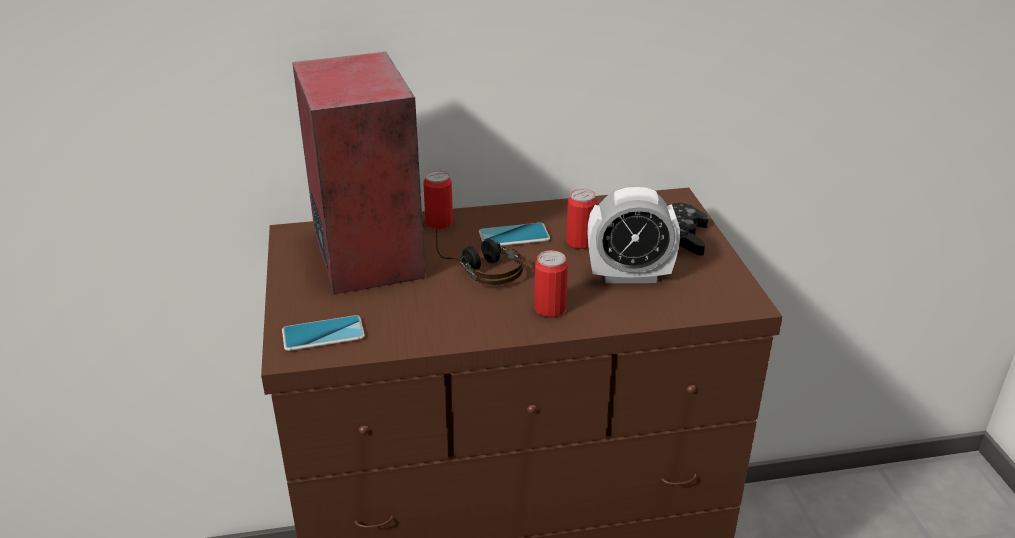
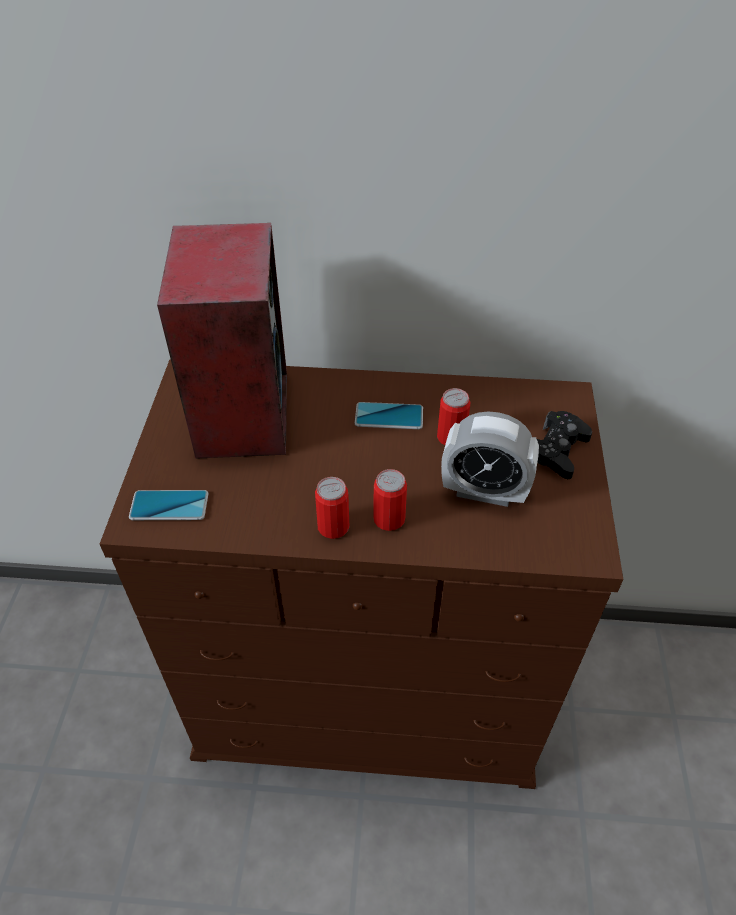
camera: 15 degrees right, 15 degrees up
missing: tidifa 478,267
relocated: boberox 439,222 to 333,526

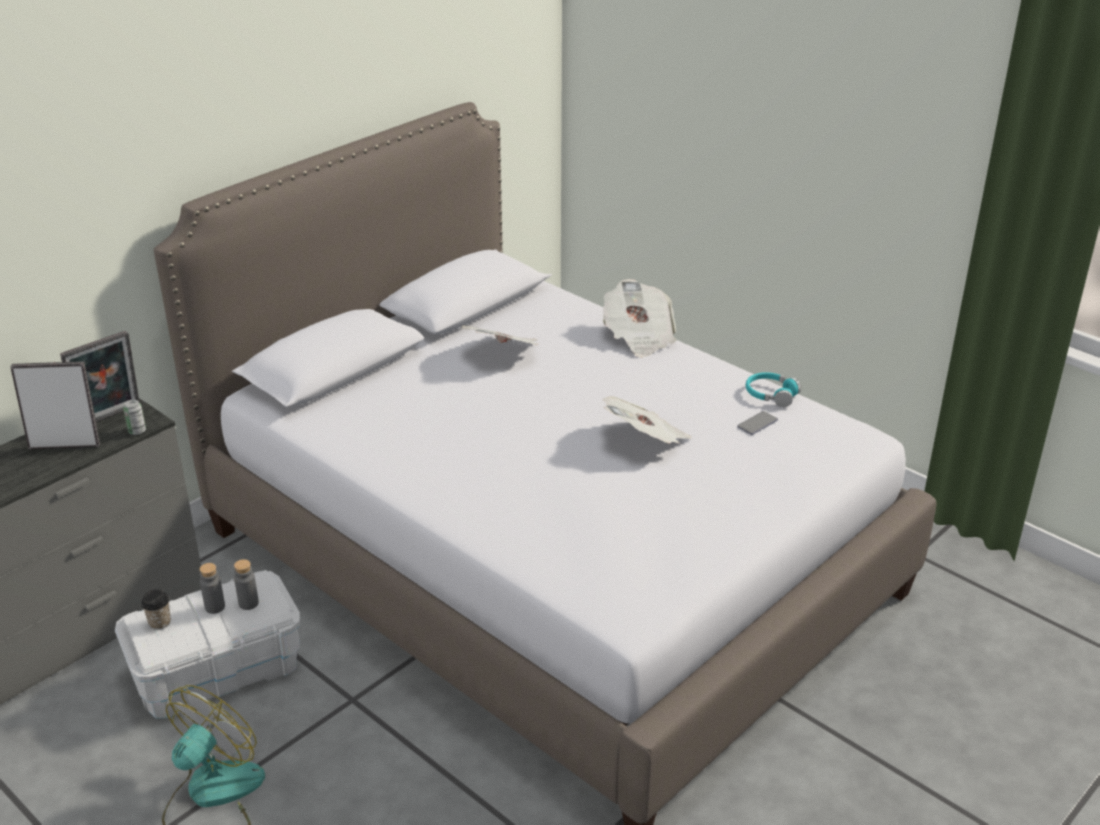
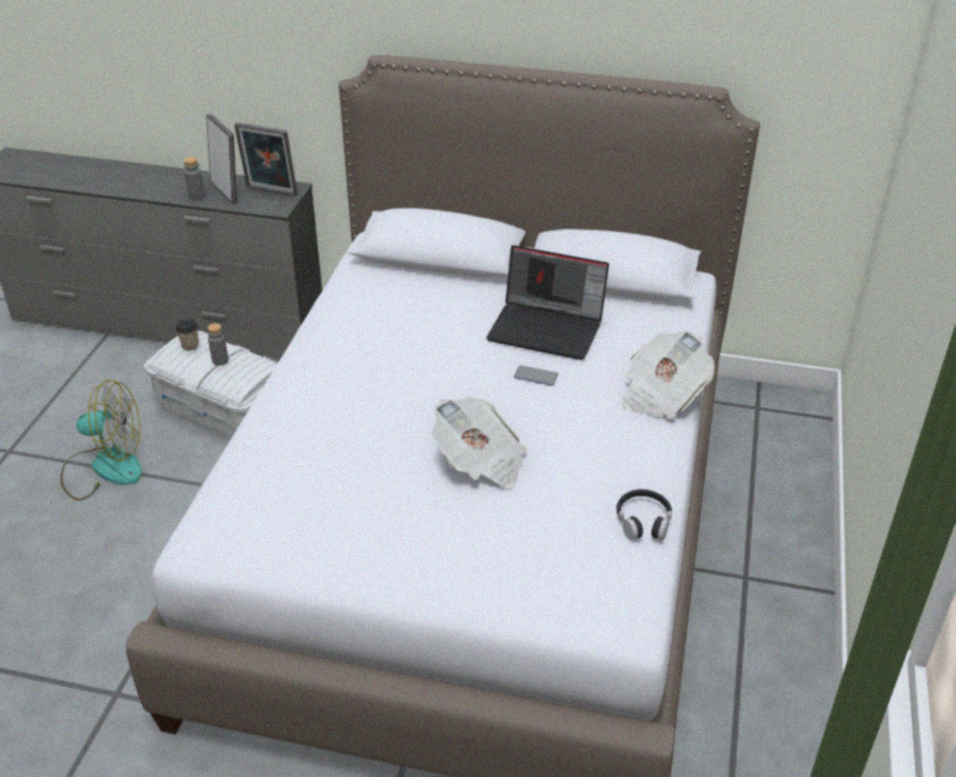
camera: 60 degrees right, 5 degrees up
missing: boberox 137,431
relocated: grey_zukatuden 248,603 to 196,196; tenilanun 757,424 to 536,376
exchanged: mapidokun 504,354 to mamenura 548,328
colour: turquoise_tidifa 771,395 to black_tidifa 643,521

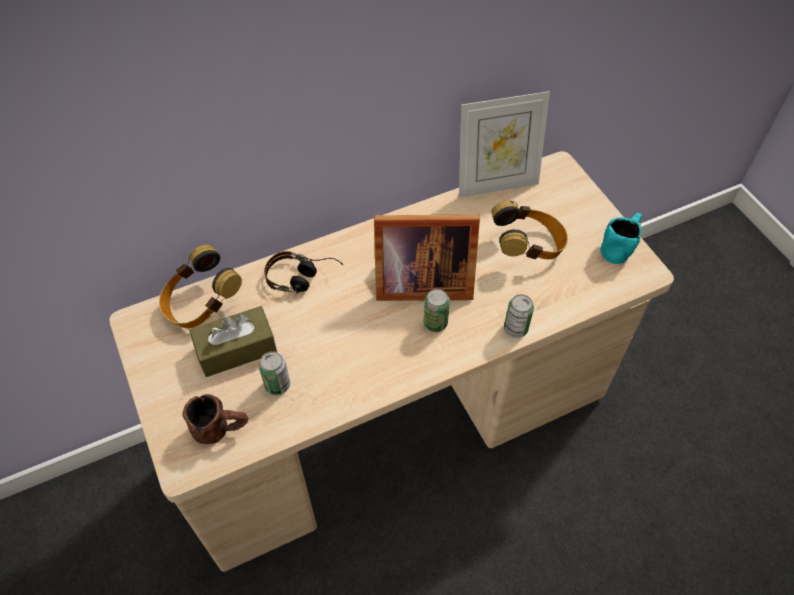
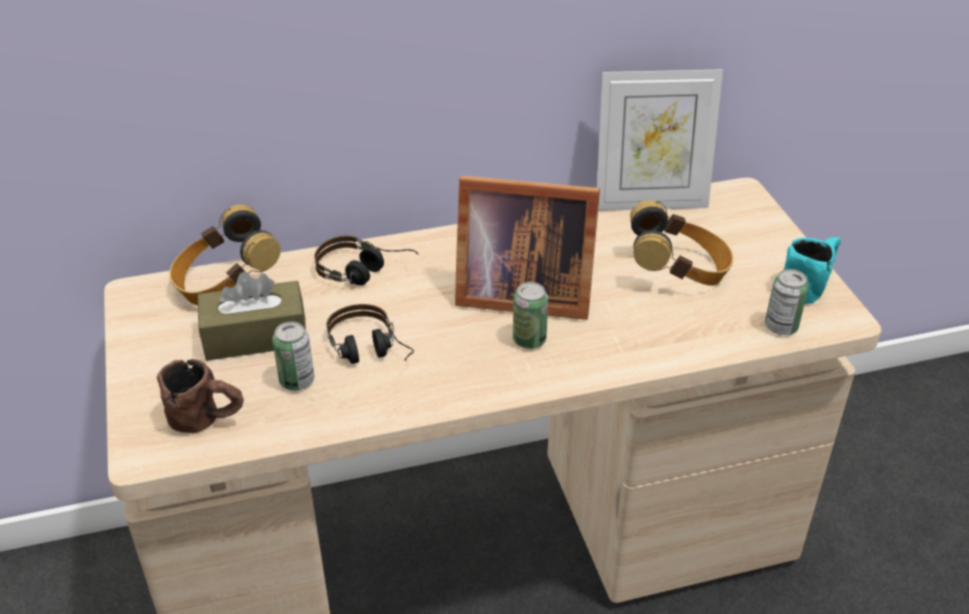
camera: 10 degrees right, 15 degrees down
appeared: tidifa 370,354
relocated: boberox 515,329 to 781,327

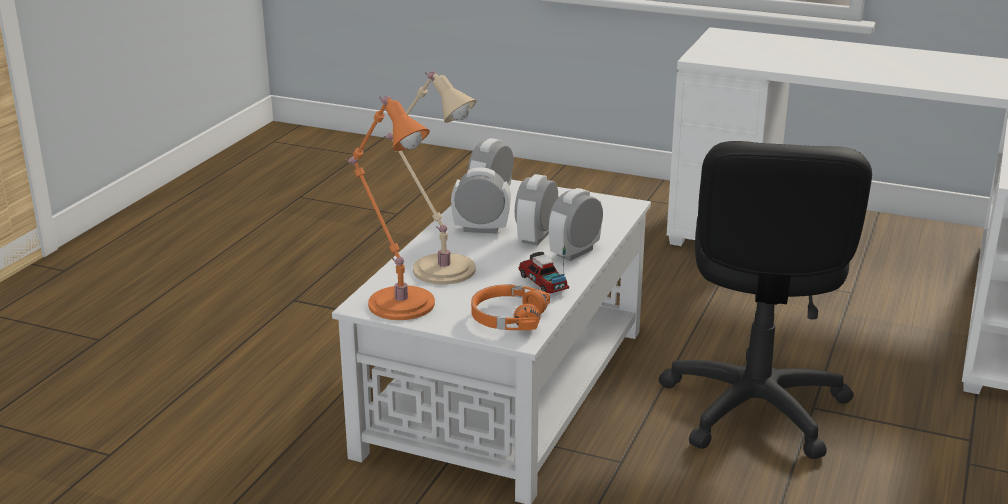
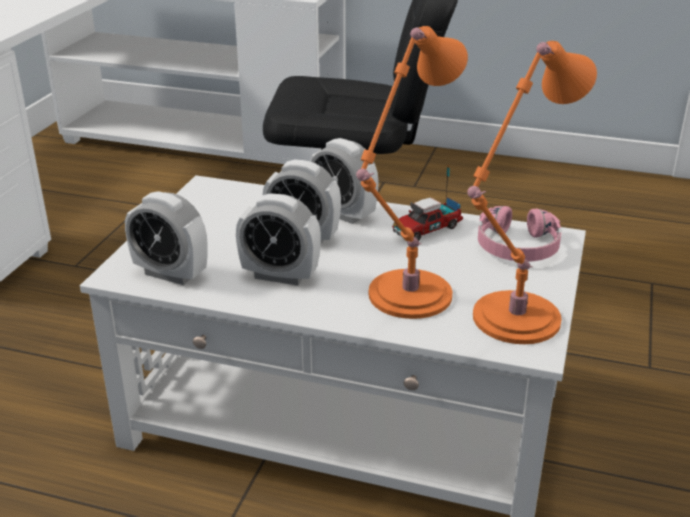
camera: 95 degrees left, 5 degrees up
colour: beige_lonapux 440,268 to orange_lonapux 405,298; orange_tidifa 507,317 to pink_tidifa 517,246
spun: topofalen 481,229 = 280,276 75 degrees counterclockwise

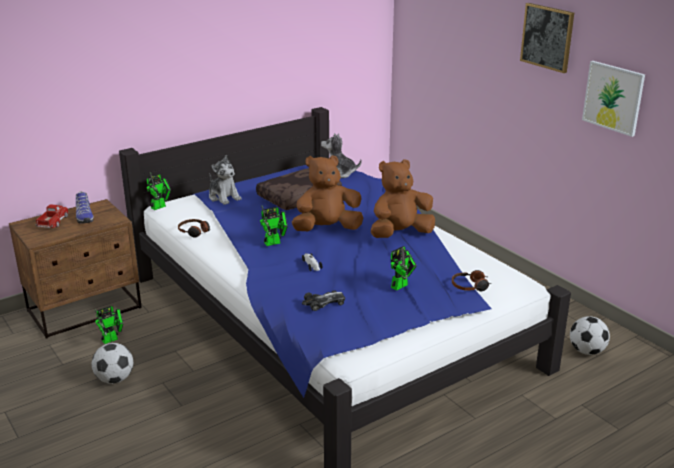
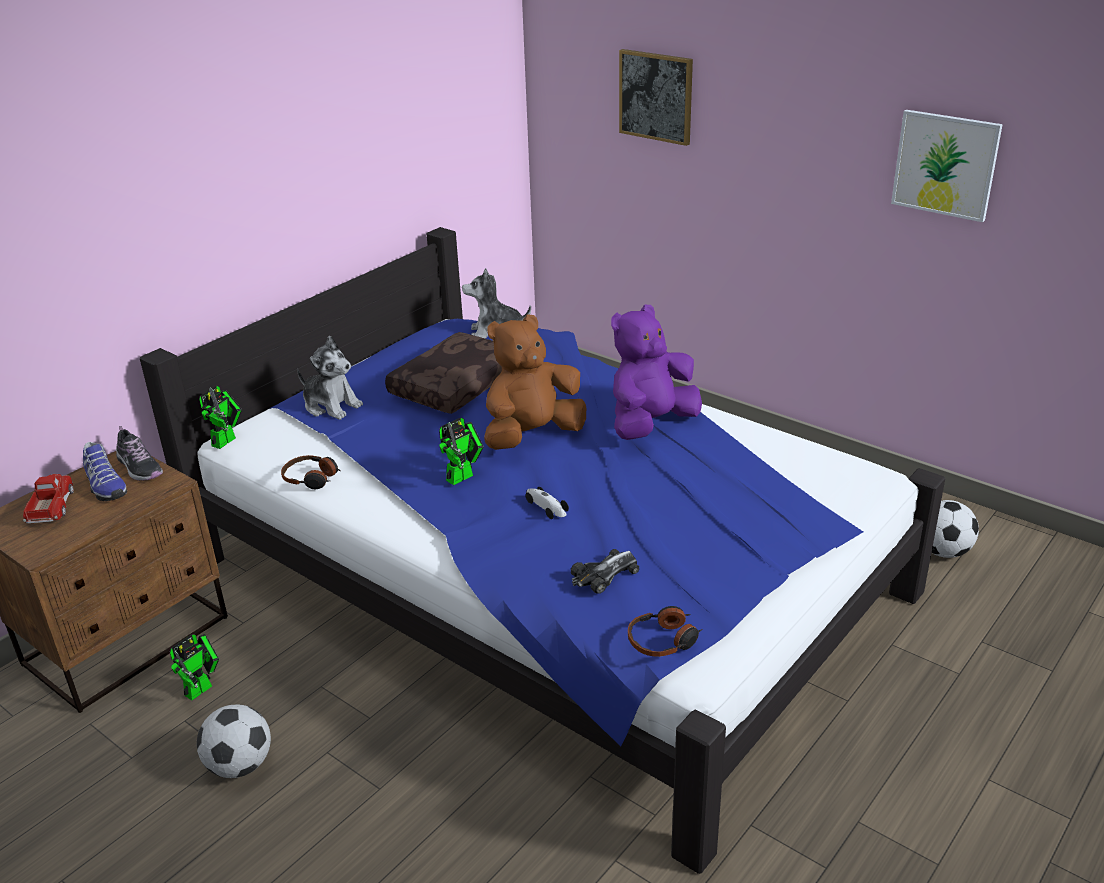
camera: 15 degrees left, 5 degrees up
missing: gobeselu 401,285
appeared: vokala 139,467
relocated: tidifa 470,286 to 663,641; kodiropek 547,37 to 656,96
colour: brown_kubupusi 400,234 to purple_kubupusi 651,424

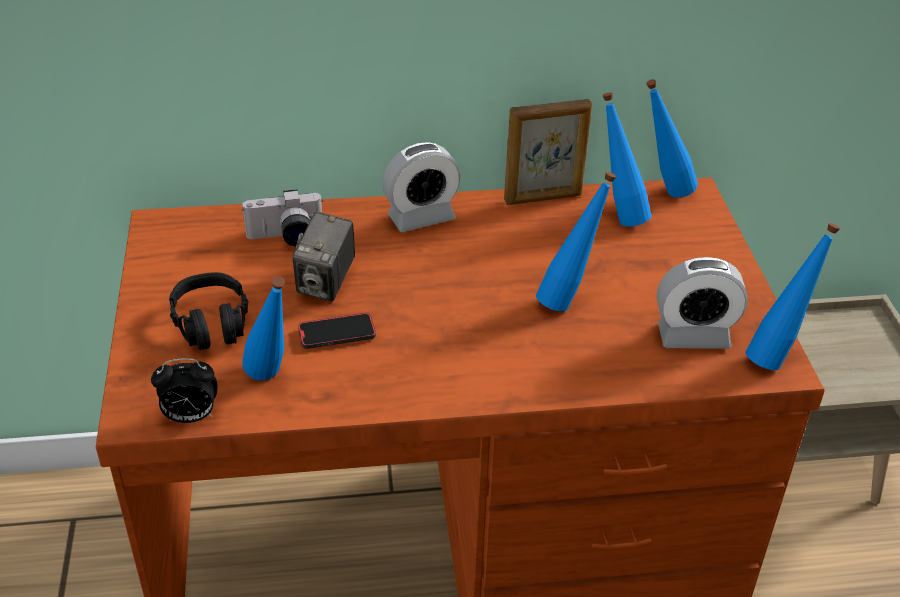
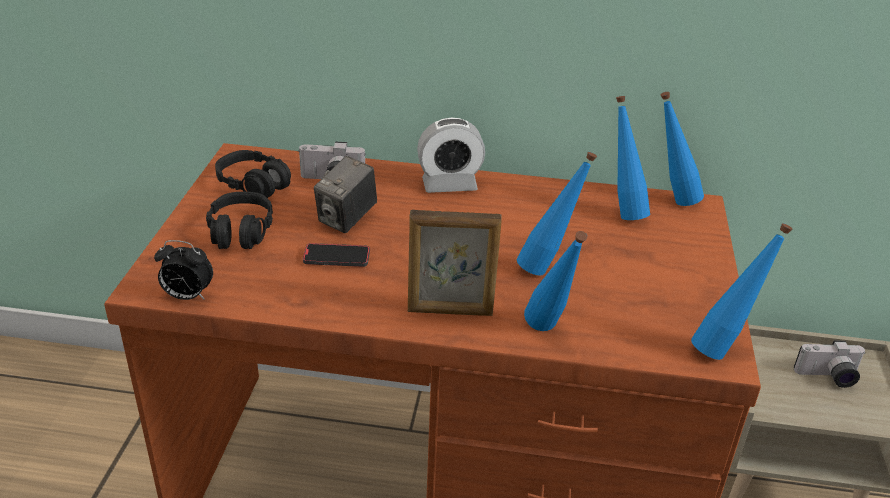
camera: 15 degrees right, 5 degrees down
missing: topofalen 693,336
appeared: black_tidifa 254,185; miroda 828,377
relocated: blue_zukatuden 273,381 to 549,333; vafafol 543,198 to 450,311

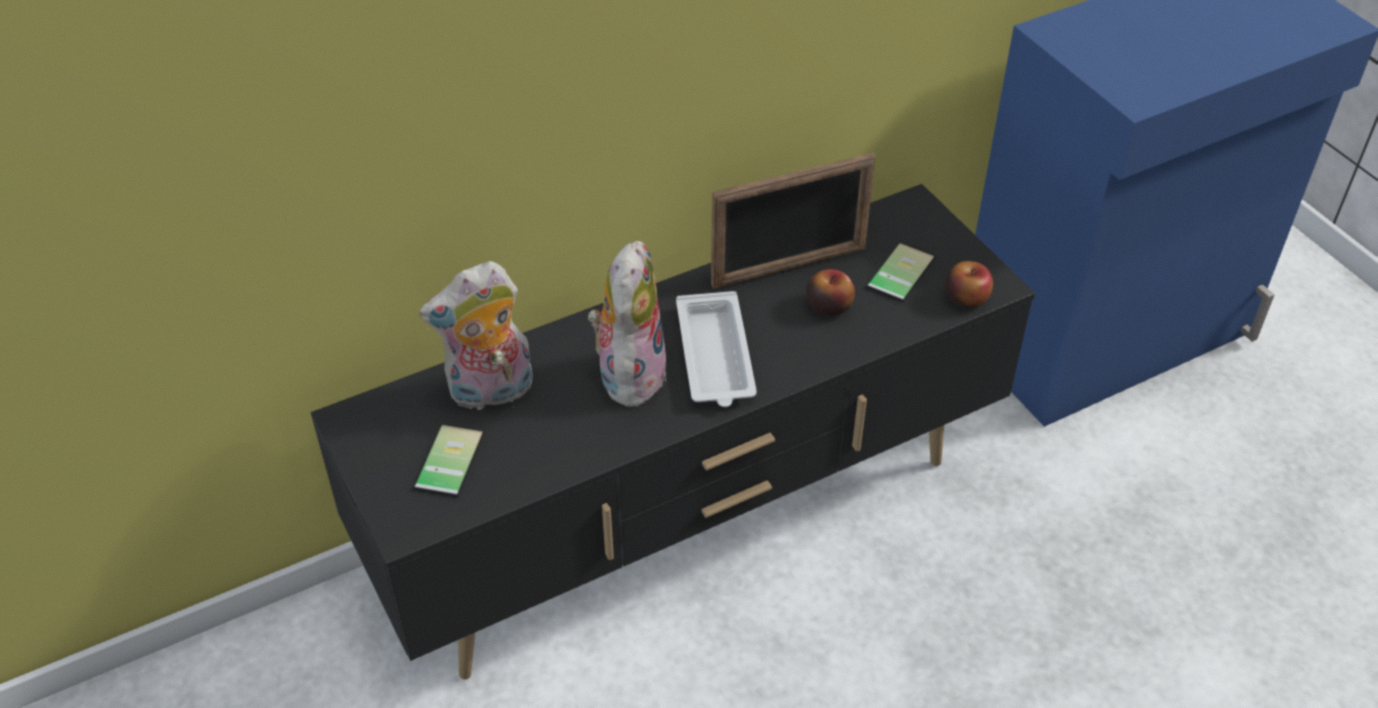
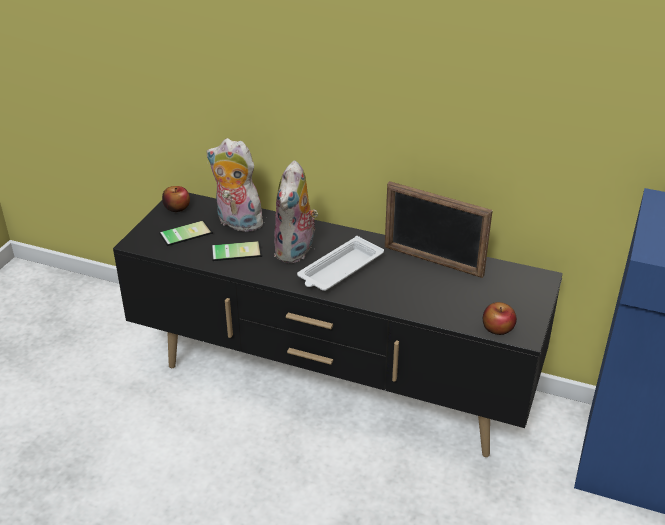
camera: 50 degrees right, 10 degrees down
relocated: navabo 829,306 to 177,208; tenilanun 897,270 to 236,250
spun: kubupusi 629,373 = 296,251 135 degrees clockwise

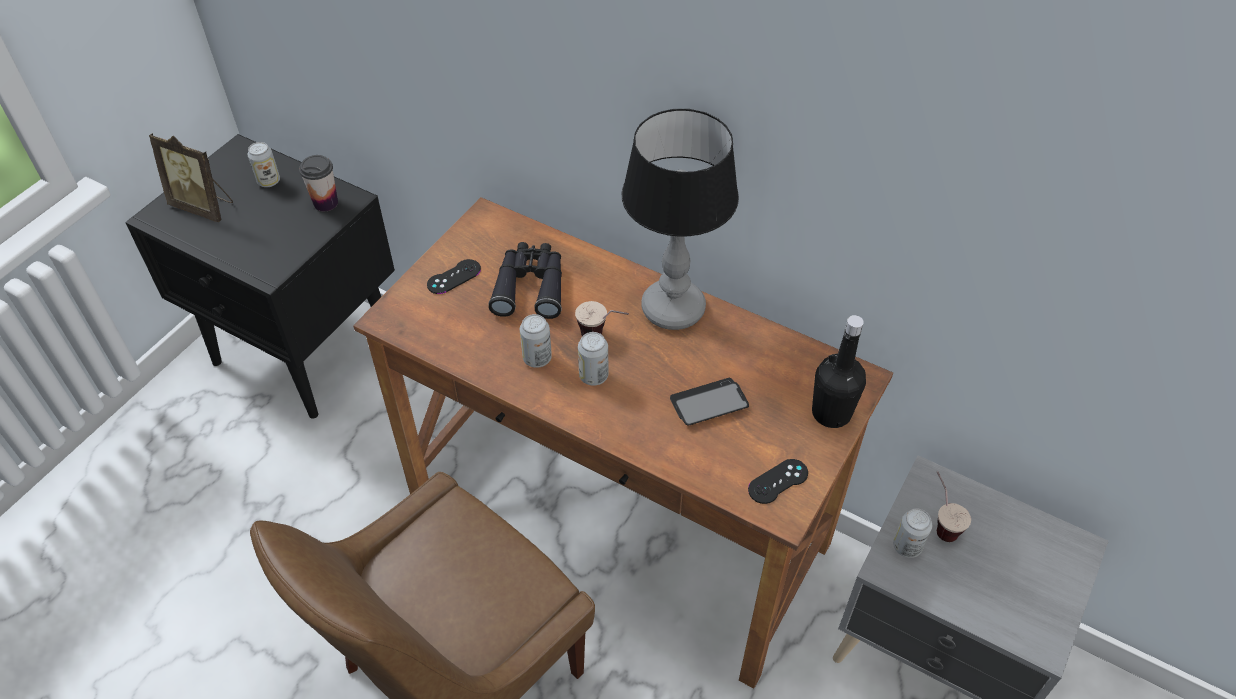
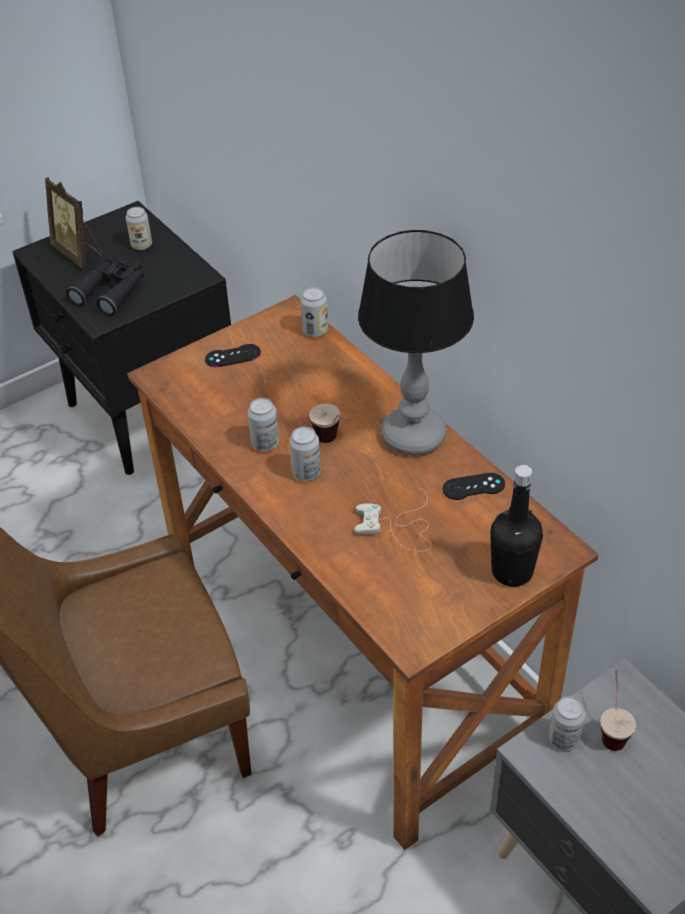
camera: 25 degrees right, 5 degrees down
missing: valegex 325,203
appeared: boberox 315,331
relocated: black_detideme 530,286 to 112,291; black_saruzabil 778,481 to 473,486
exchanged: tenilanun 708,403 to white_saruzabil 398,527

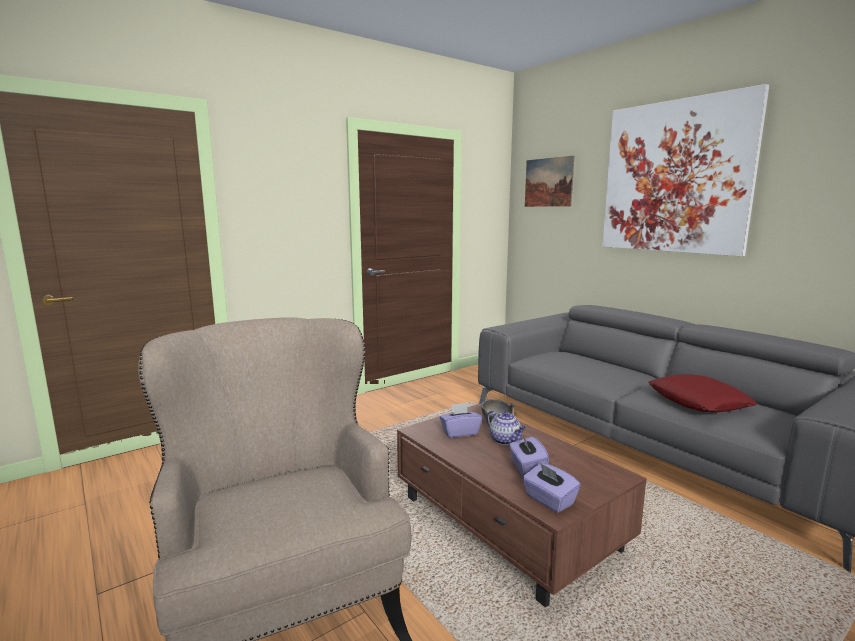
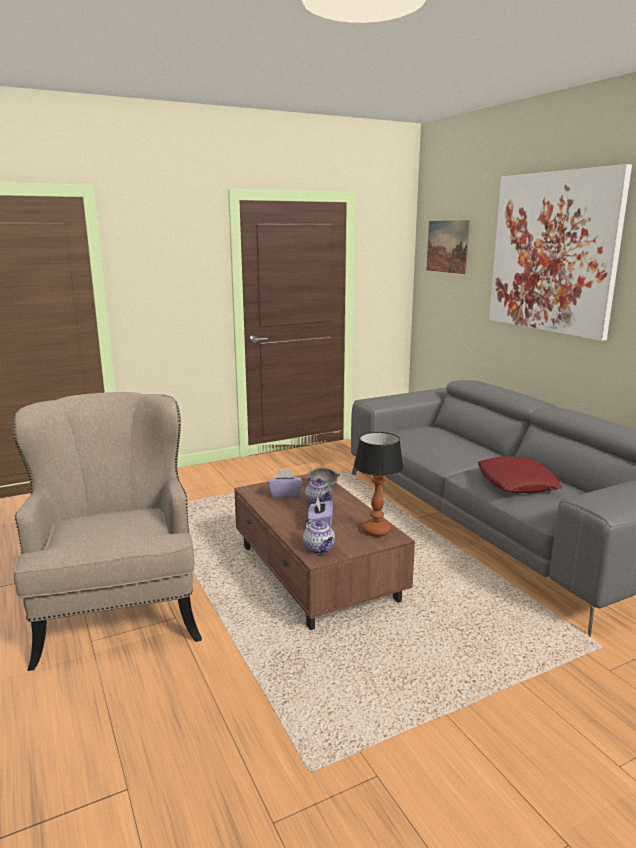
camera: 10 degrees right, 5 degrees up
appeared: lonapux 376,530
exchanged: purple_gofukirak 549,500 to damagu 319,549

